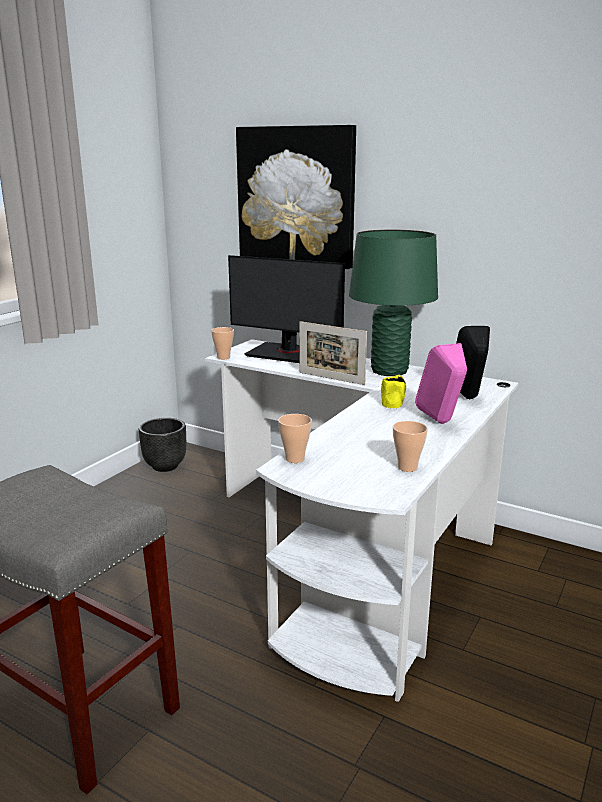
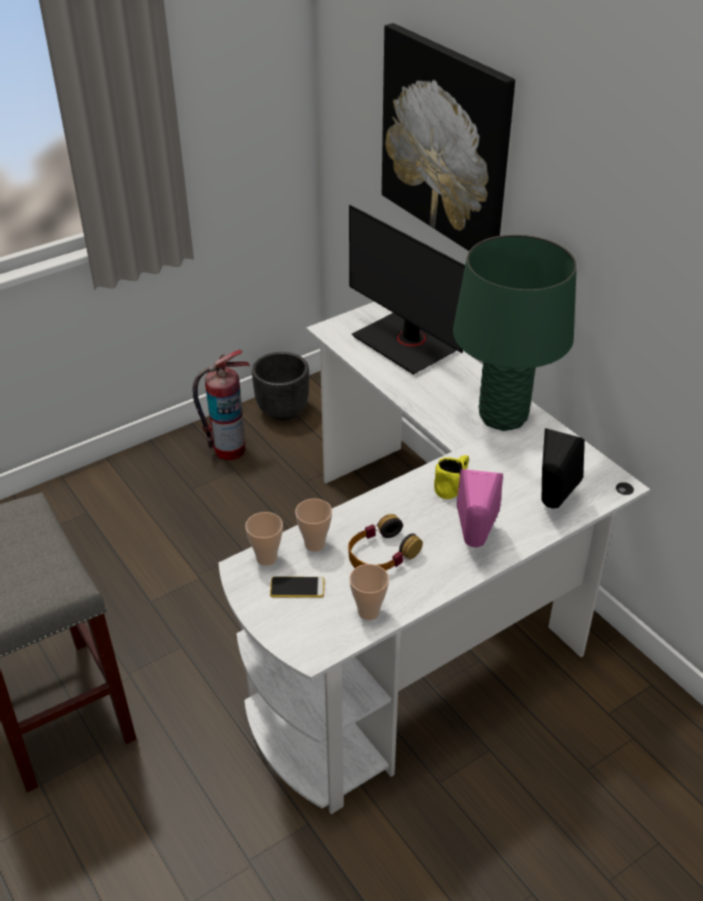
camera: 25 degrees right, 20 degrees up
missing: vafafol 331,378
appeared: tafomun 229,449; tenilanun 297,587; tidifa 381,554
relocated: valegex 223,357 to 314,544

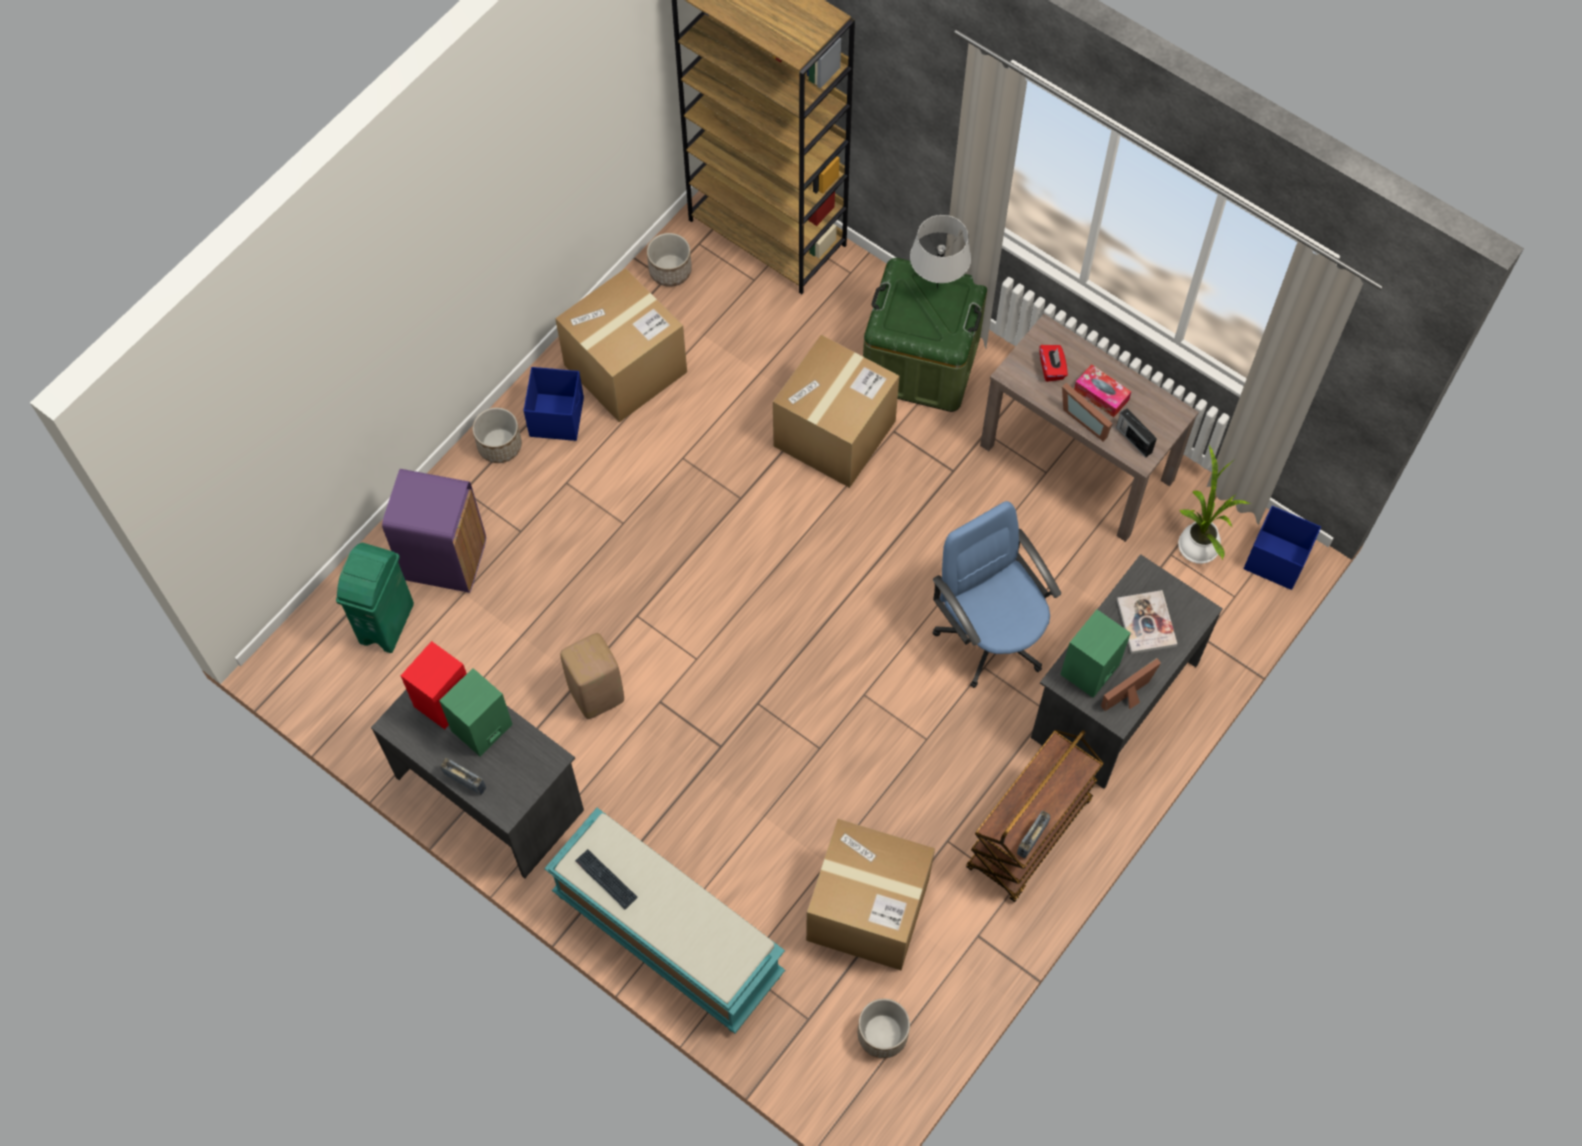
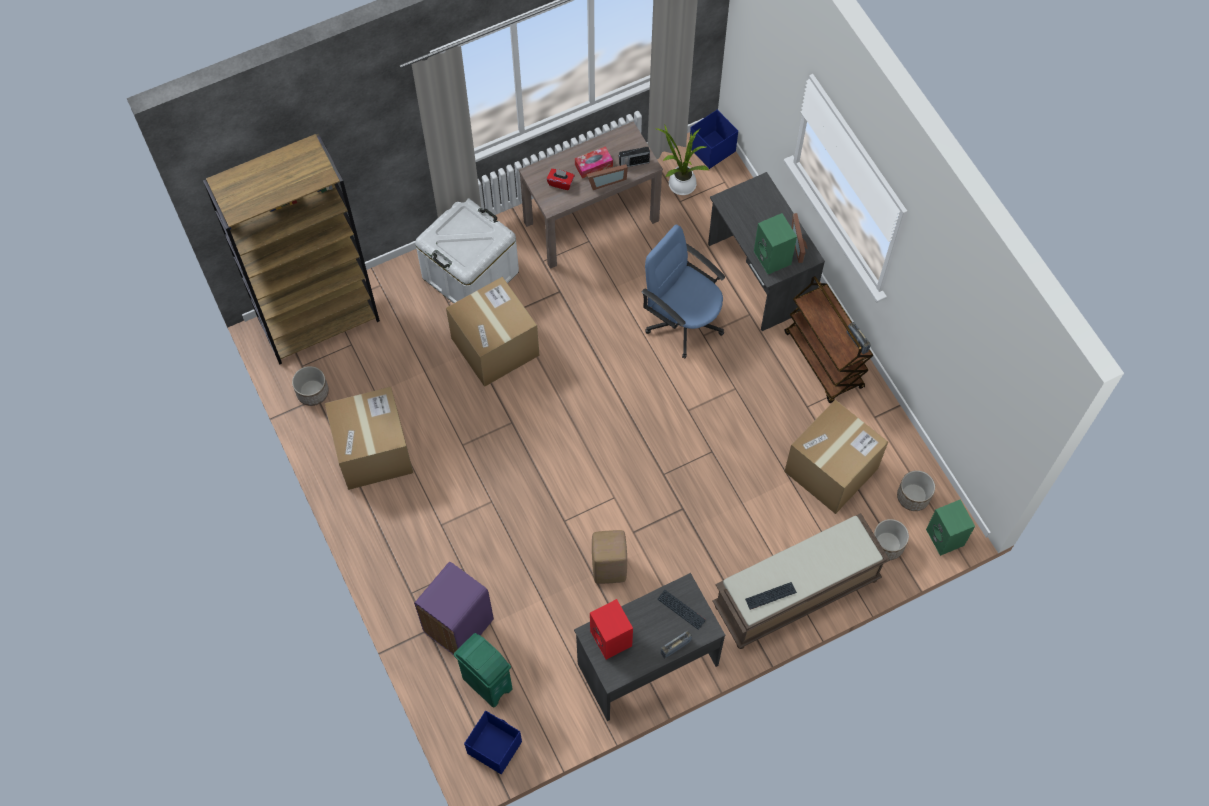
camera: 65 degrees left, 0 degrees up
missing: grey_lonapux 937,287; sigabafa 1146,623
appeared: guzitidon 681,610
relocated: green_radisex 481,729 to 946,538; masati 500,445 to 886,545; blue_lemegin 557,416 to 494,747
colour: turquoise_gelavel 666,935 to brown_gelavel 795,594; green_lemegin 921,361 to white_lemegin 470,274
spun: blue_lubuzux 991,634 = 683,321 45 degrees clockwise

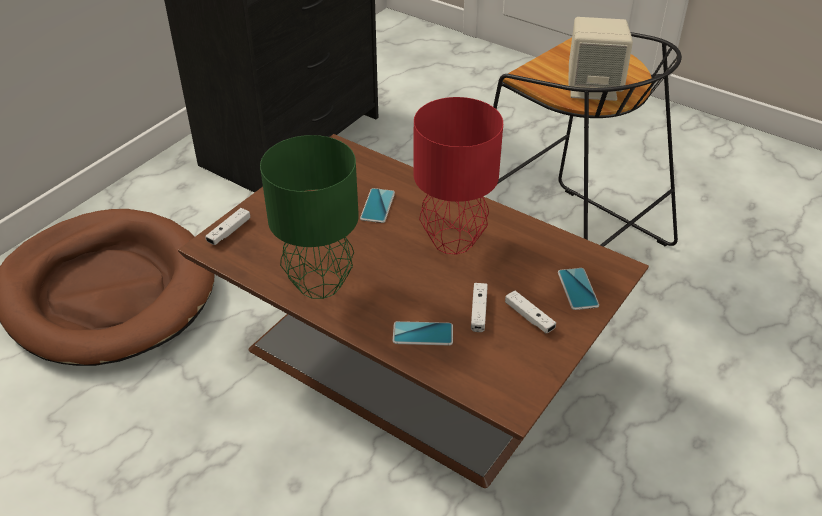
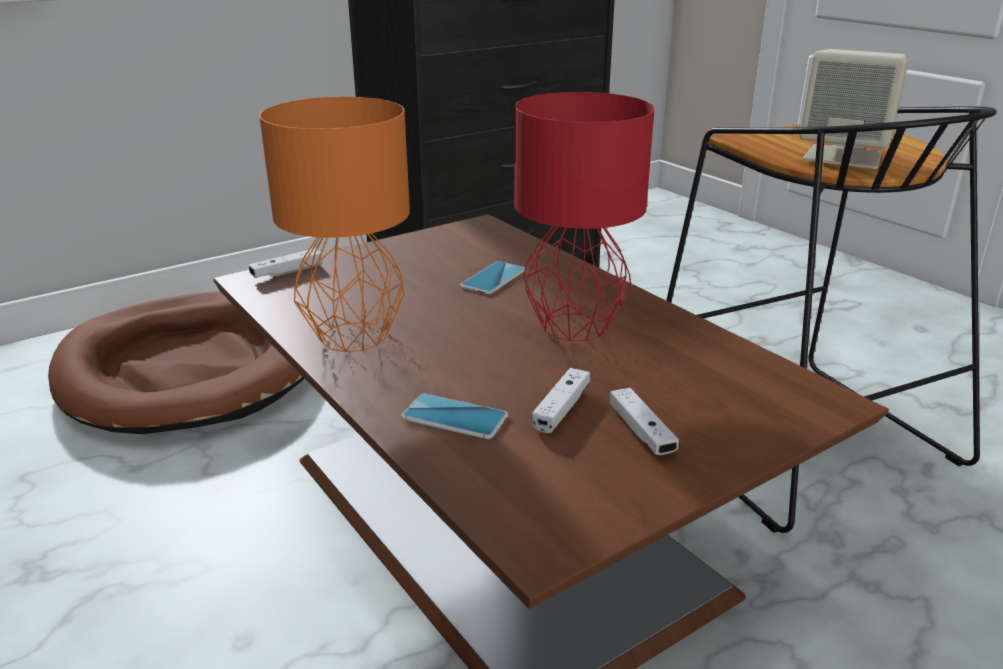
camera: 20 degrees right, 15 degrees down
missing: tenilanun 578,289
colour: green_lonapux 318,283 to orange_lonapux 352,336

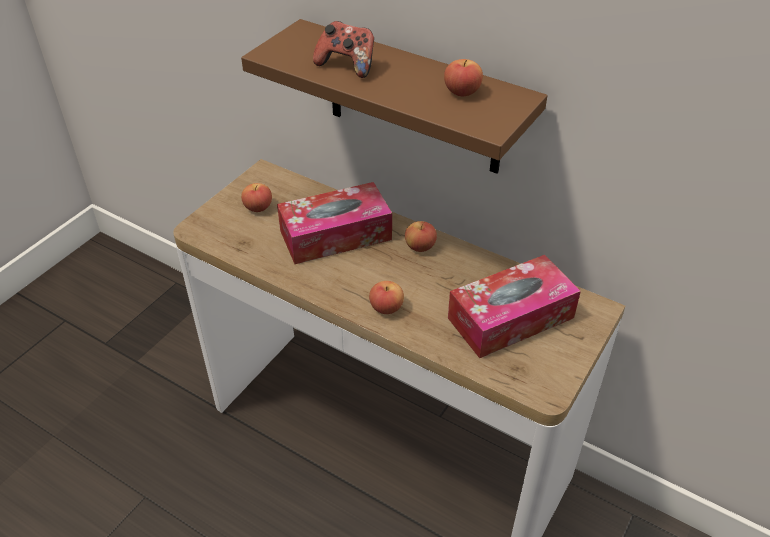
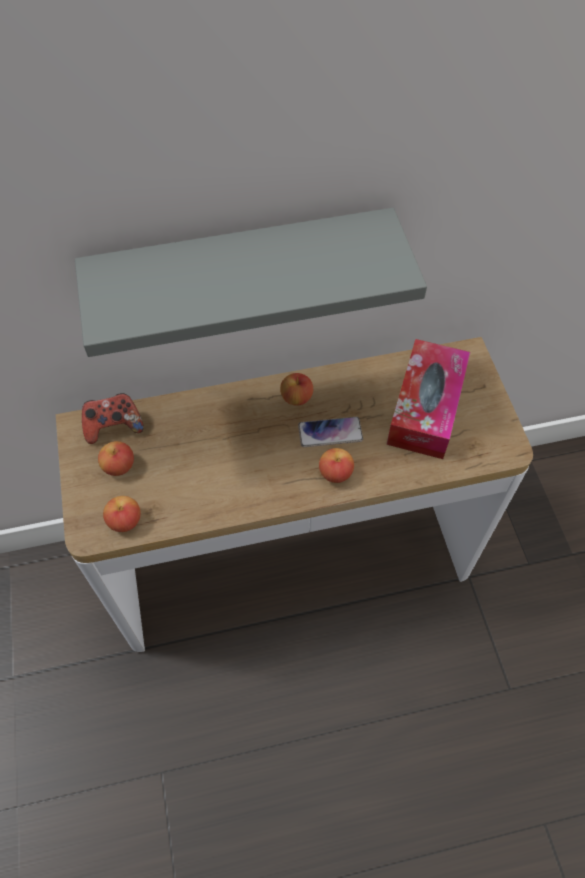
camera: 45 degrees left, 15 degrees up
missing: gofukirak 335,235
appeared: tenilanun 330,433
relocated: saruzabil 347,66 to 114,426; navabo 462,92 to 125,521
colour: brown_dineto 414,99 to grey_dineto 241,273

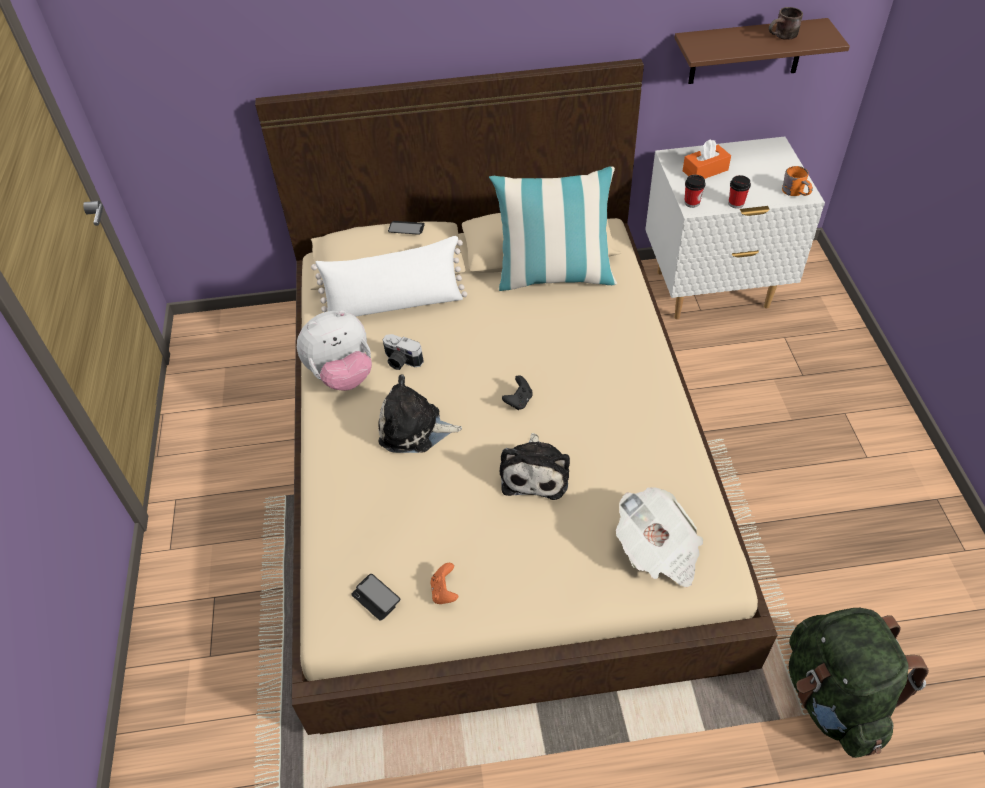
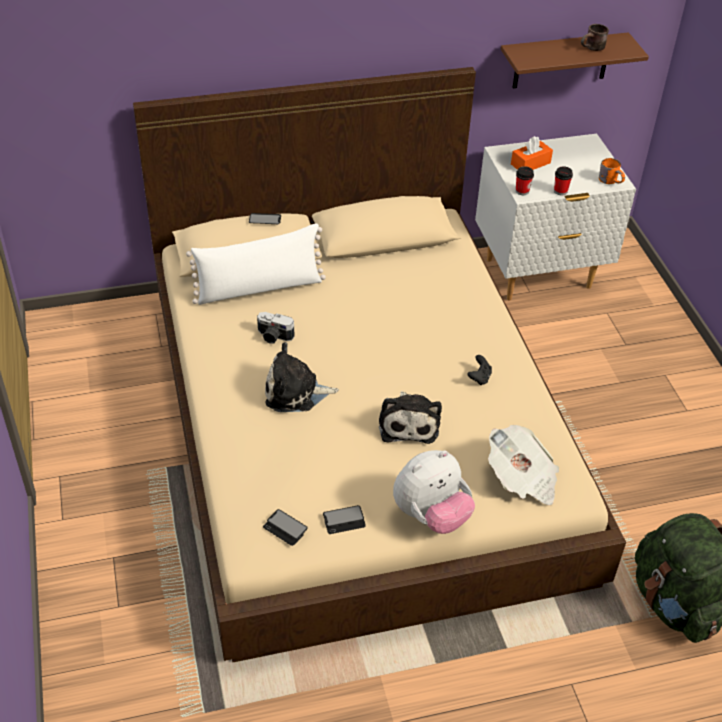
camera: 10 degrees left, 5 degrees down
missing: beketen 554,276
relocated: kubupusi 342,375 to 431,515; black_saruzabil 518,401 to 479,378
exchanged: orange_saruzabil 444,591 to tenilanun 344,520

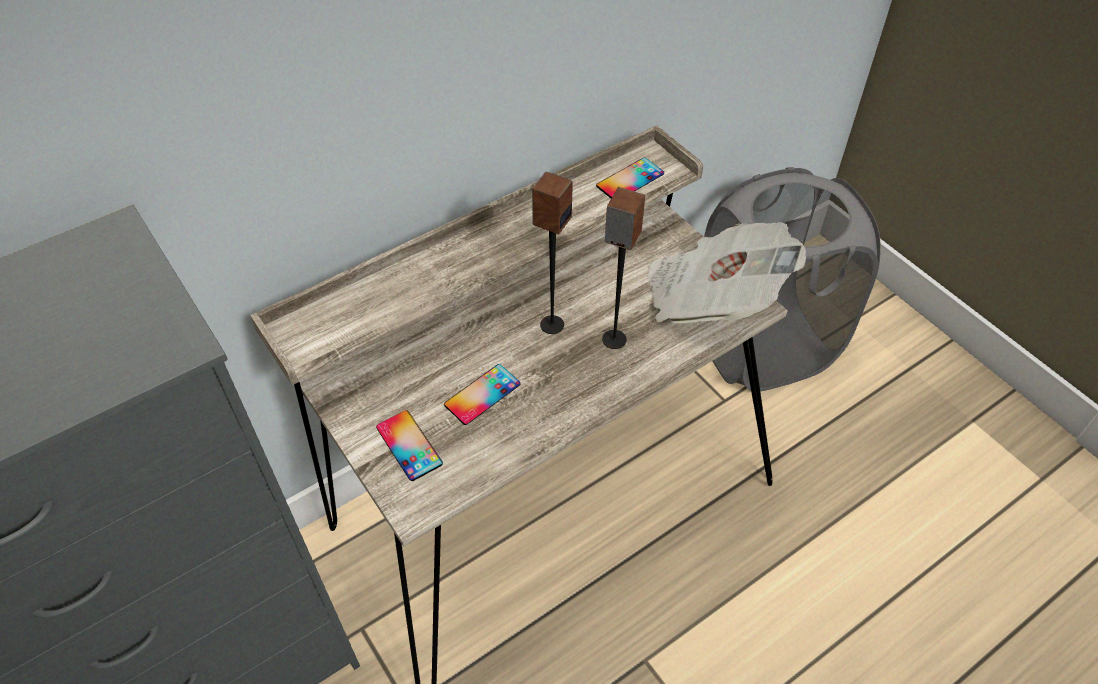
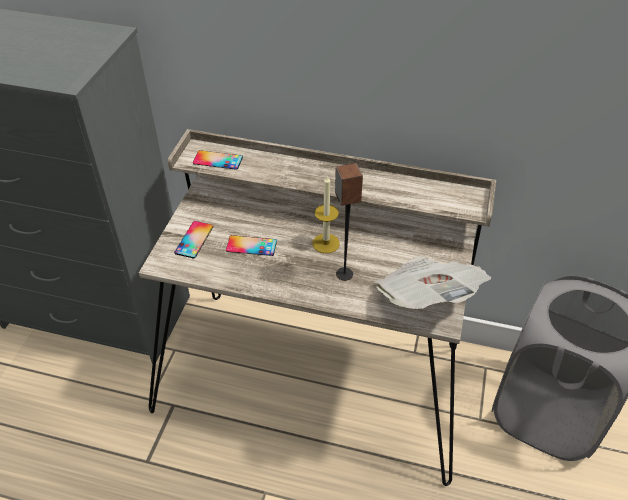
camera: 50 degrees right, 5 degrees down
relocated: tenilanun 630,180 to 218,160
exchanged: radisex 551,324 to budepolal 326,243

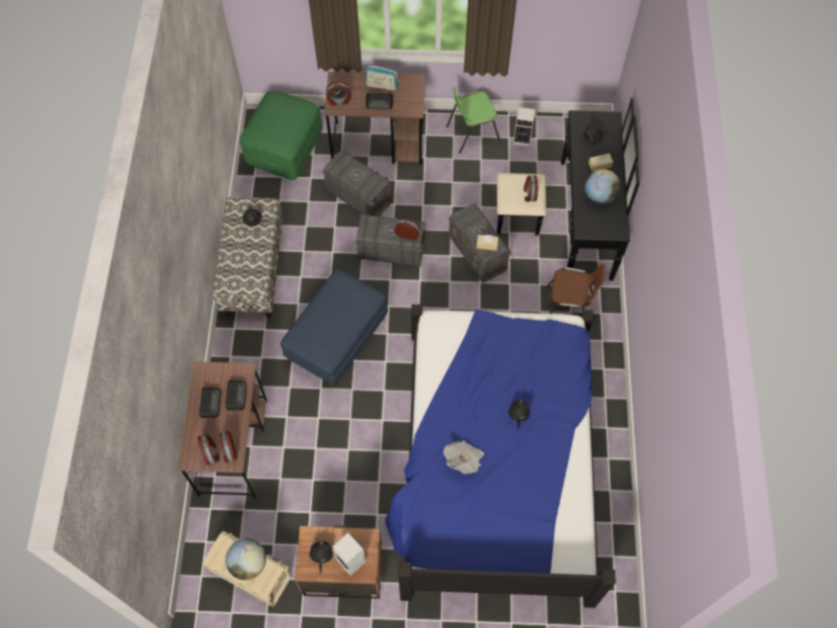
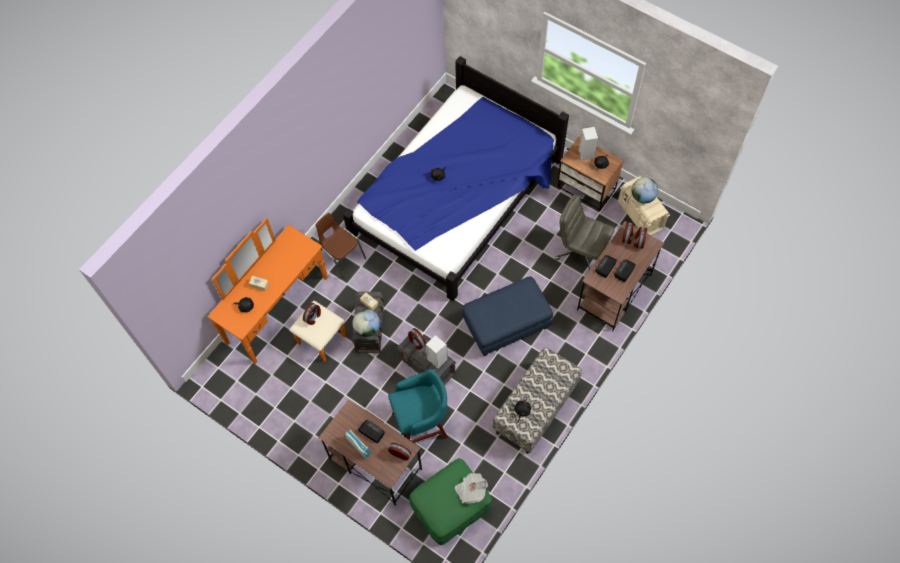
camera: 145 degrees left, 0 degrees up
missing: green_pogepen 472,133
appeared: grey_lubuzux 581,252
relocated: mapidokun 464,460 to 470,490; radisex 522,139 to 436,358; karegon 599,196 to 367,328
exchanged: grey_lemegin 358,196 to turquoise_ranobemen 421,424
colour: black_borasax 570,219 to orange_borasax 288,316

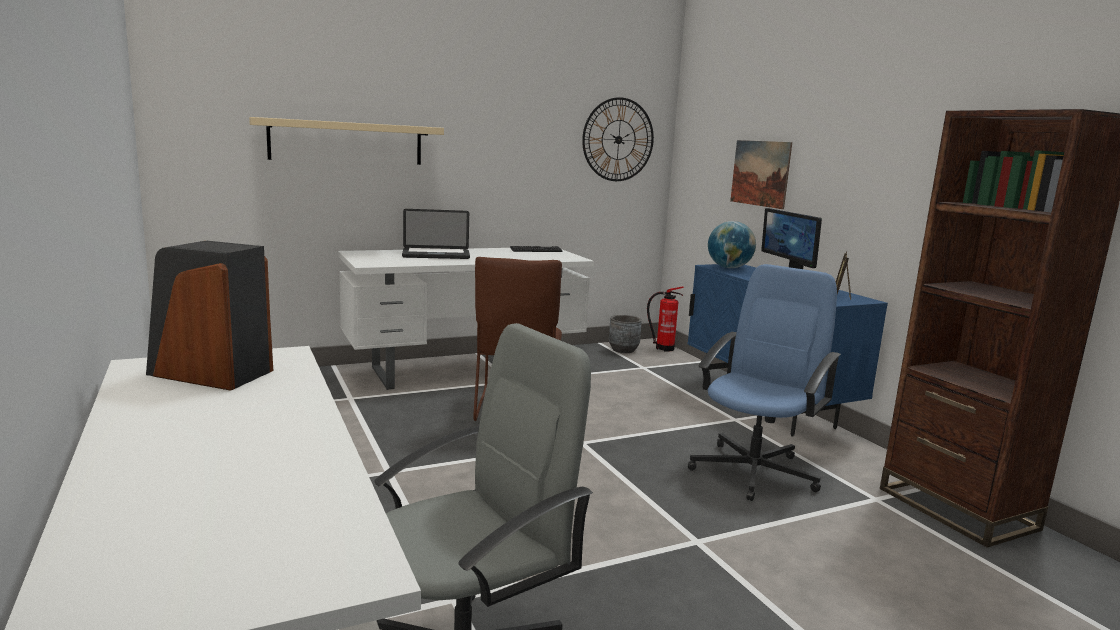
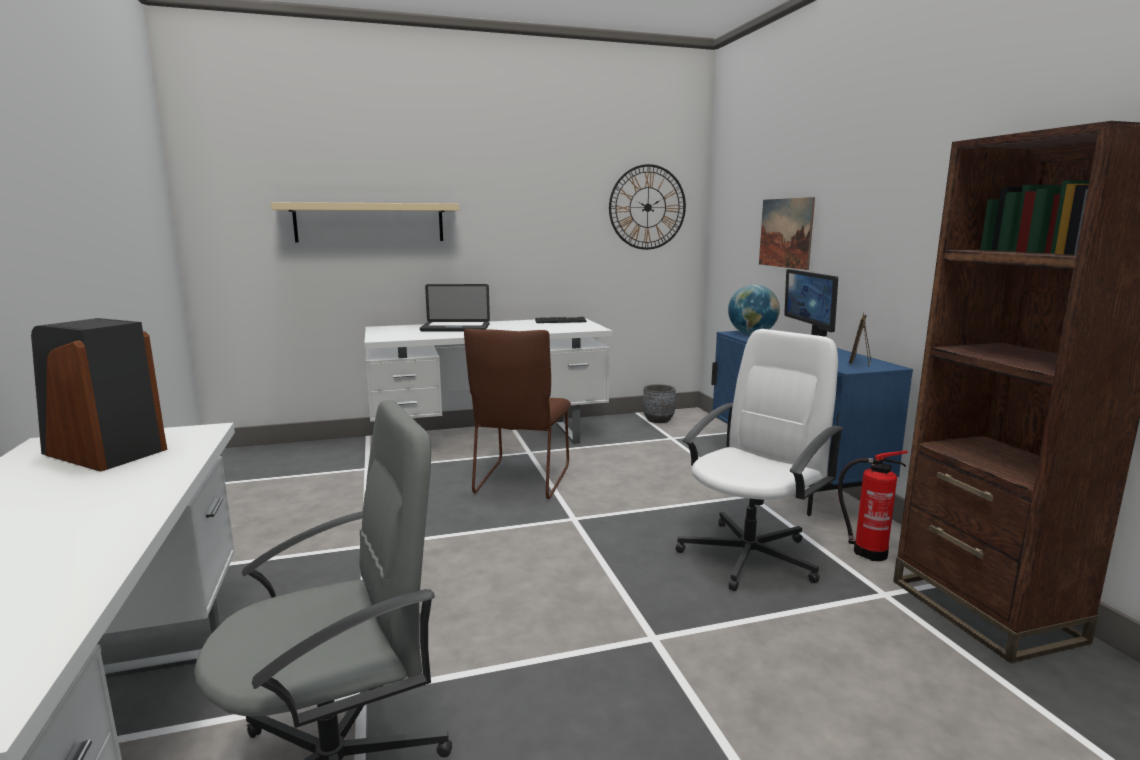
camera: 10 degrees right, 0 degrees up
relocated: tafomun 663,348 to 866,552
colour: blue_lubuzux 754,471 to white_lubuzux 750,556

